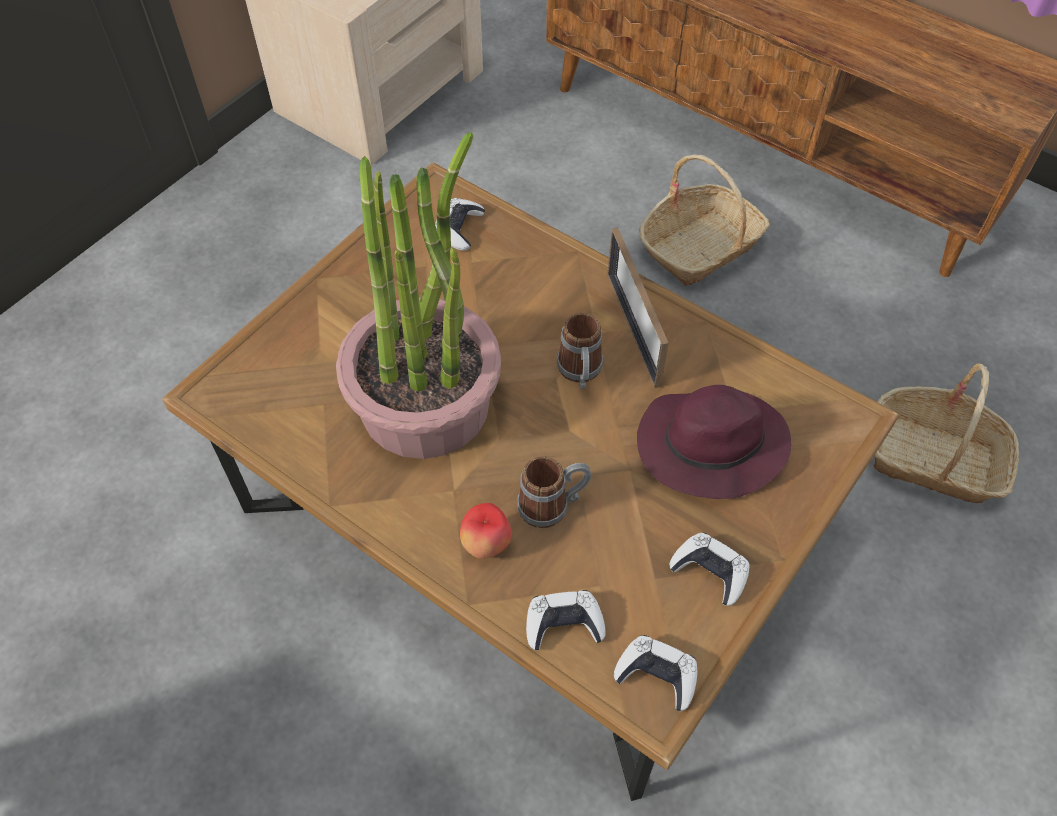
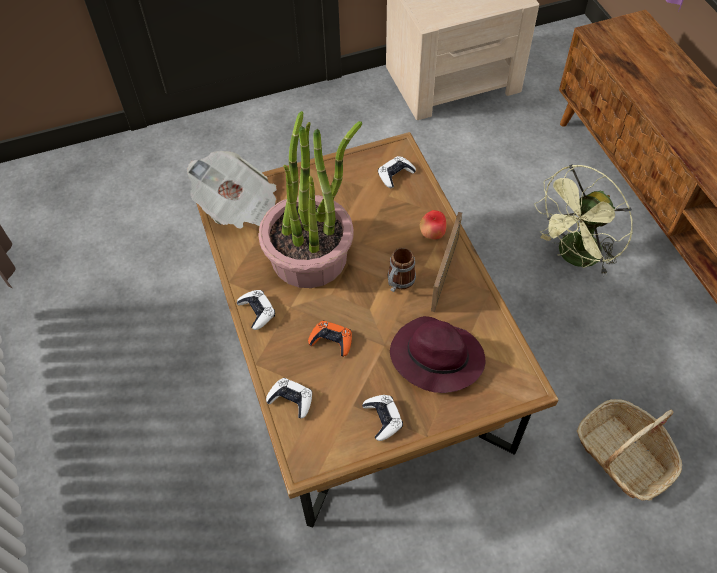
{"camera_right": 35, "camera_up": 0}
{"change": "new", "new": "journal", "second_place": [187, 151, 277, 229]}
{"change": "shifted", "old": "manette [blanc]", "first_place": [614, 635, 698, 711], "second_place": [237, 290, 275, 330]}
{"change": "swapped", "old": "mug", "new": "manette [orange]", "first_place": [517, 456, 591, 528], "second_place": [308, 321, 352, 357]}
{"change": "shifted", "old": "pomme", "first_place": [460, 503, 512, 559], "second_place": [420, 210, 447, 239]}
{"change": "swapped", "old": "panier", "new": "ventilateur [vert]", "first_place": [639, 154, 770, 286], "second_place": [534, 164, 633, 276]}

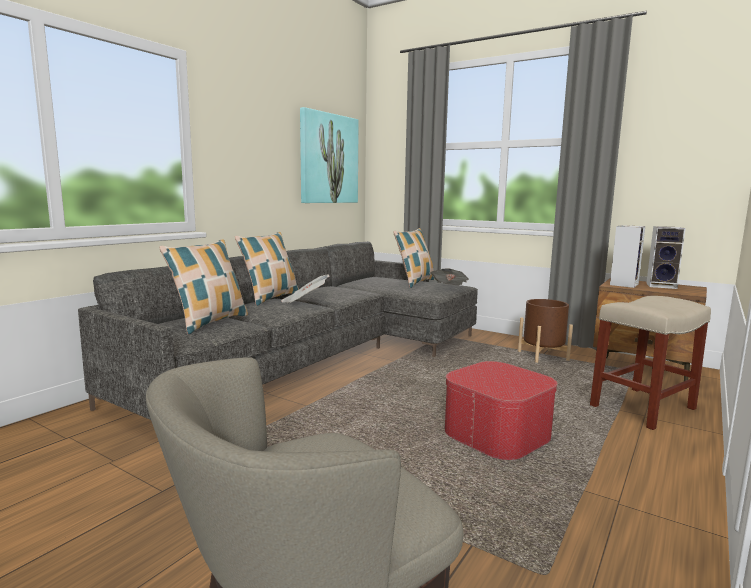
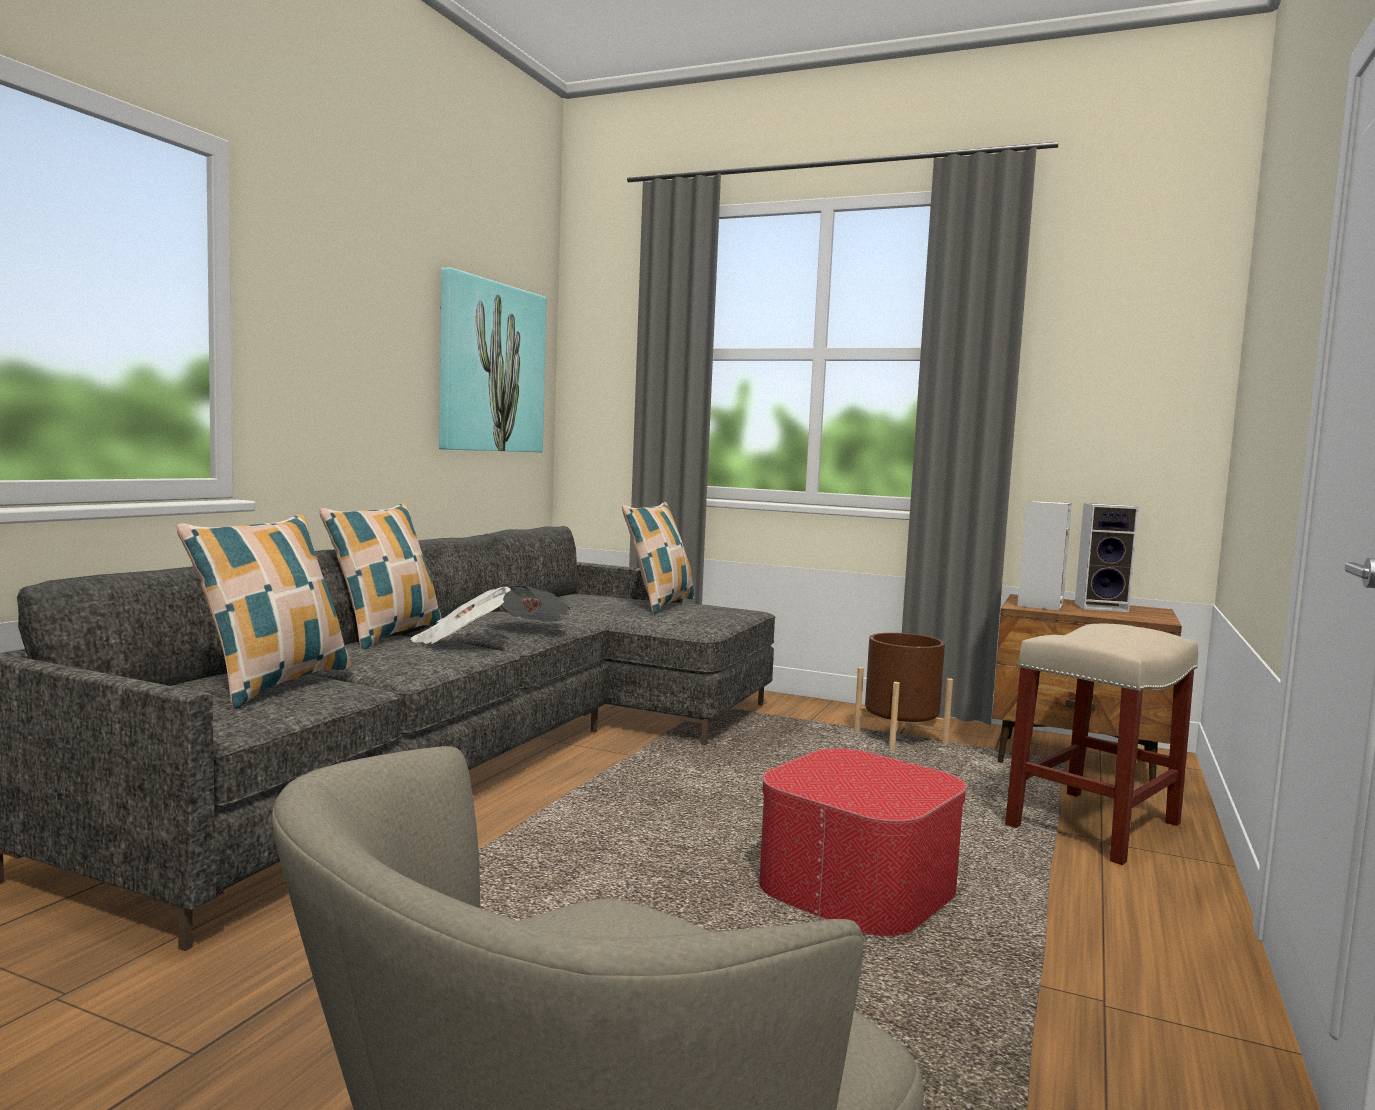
{"camera_right": -10, "camera_up": -5}
{"change": "shifted", "old": "journal", "first_place": [430, 268, 469, 285], "second_place": [499, 585, 571, 622]}

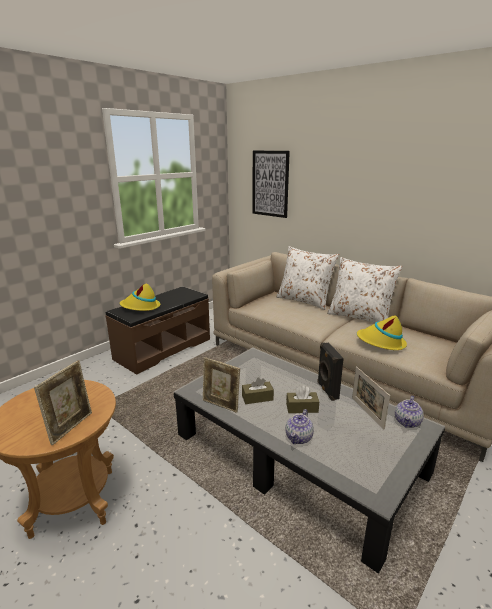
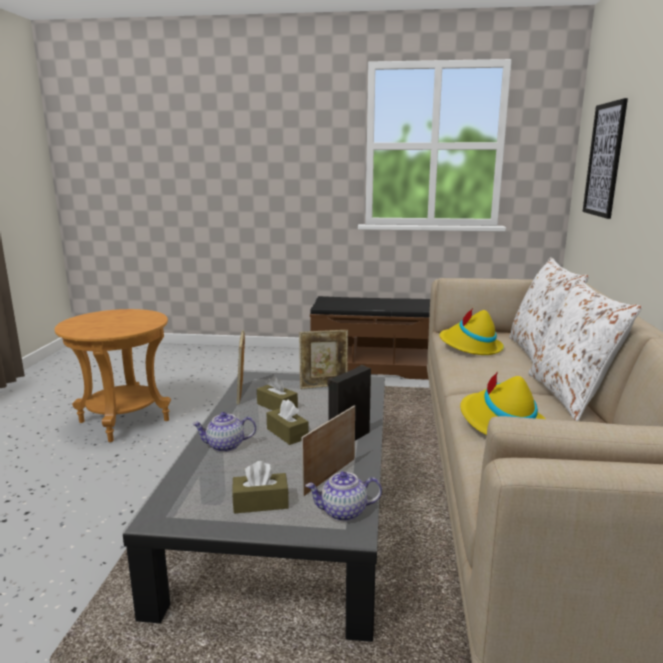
{"camera_right": 55, "camera_up": -5}
{"change": "new", "new": "boîte à mouchoirs [marron]", "second_place": [232, 461, 289, 514]}
{"change": "shifted", "old": "cadre photo", "first_place": [34, 360, 92, 445], "second_place": [299, 330, 348, 389]}
{"change": "shifted", "old": "chapeau [jaune]", "first_place": [120, 284, 160, 311], "second_place": [439, 308, 504, 355]}

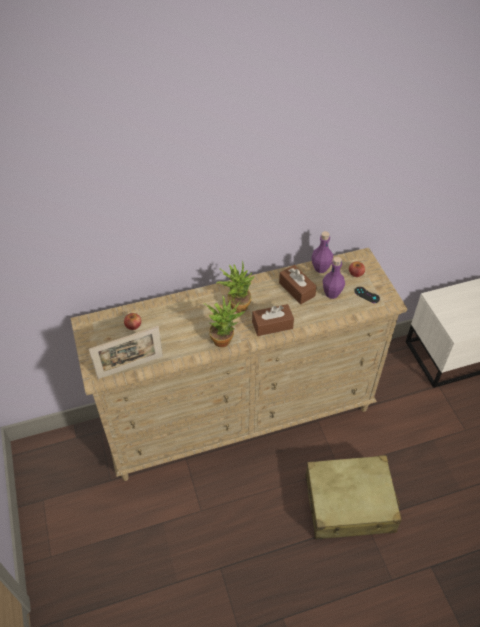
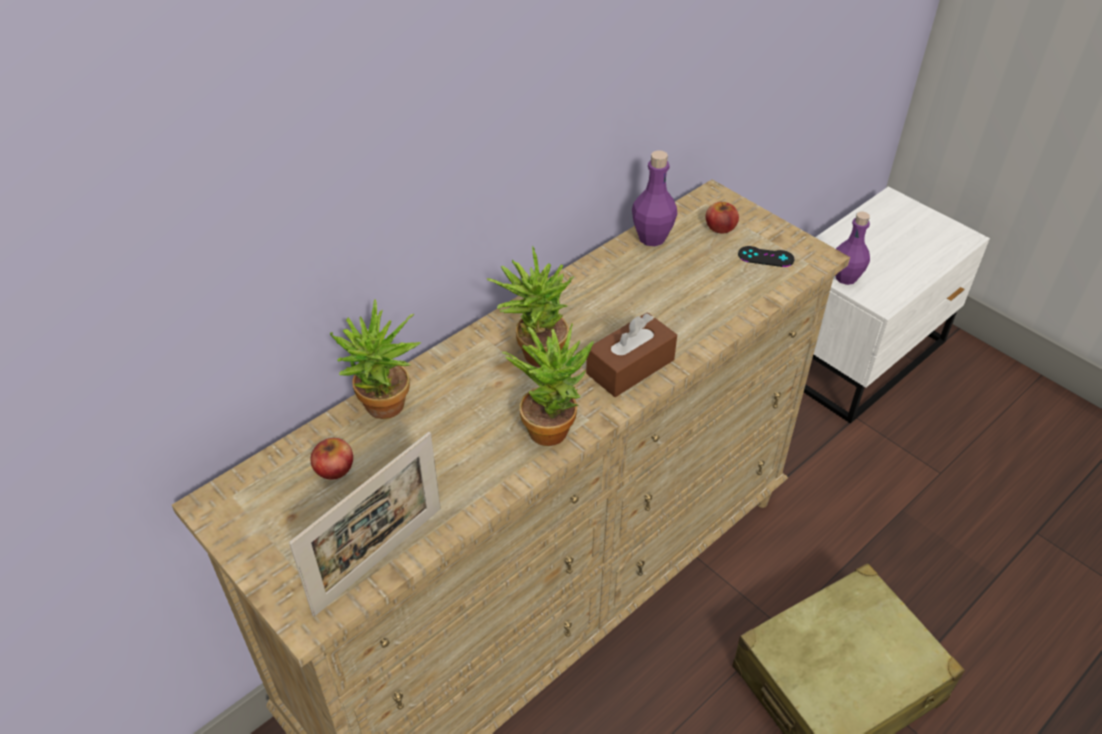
{"camera_right": -25, "camera_up": -5}
{"change": "new", "new": "plante en pot", "second_place": [330, 299, 422, 419]}
{"change": "shifted", "old": "bouteille [violet]", "first_place": [323, 257, 345, 299], "second_place": [835, 211, 870, 285]}
{"change": "gone", "old": "boîte à mouchoirs [marron]", "first_place": [279, 265, 317, 304]}

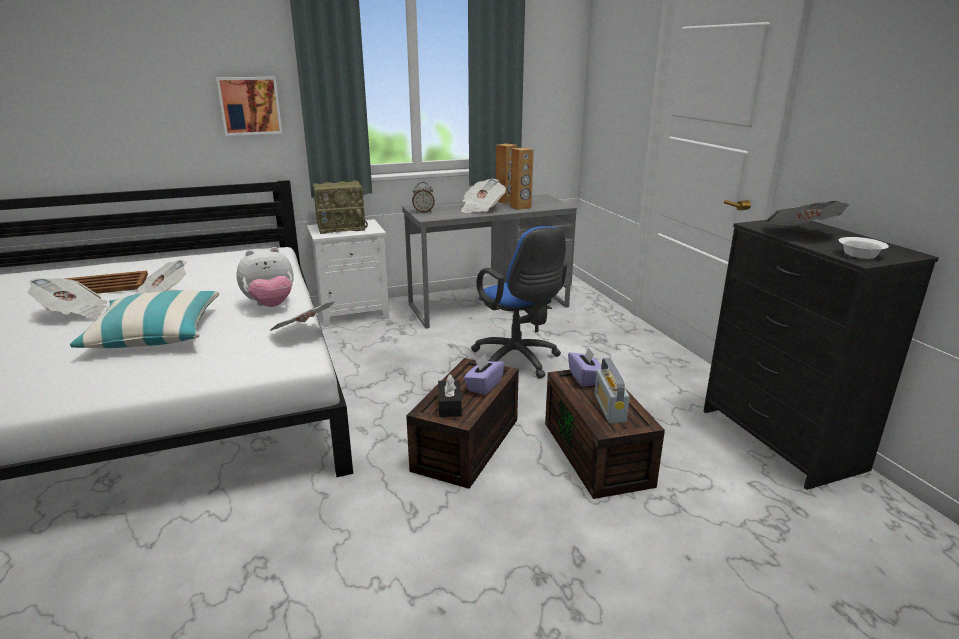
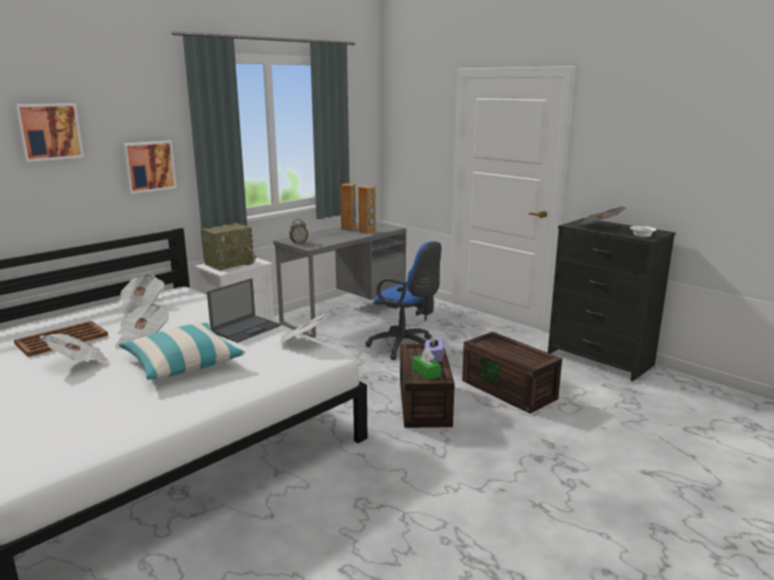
{"camera_right": -25, "camera_up": -5}
{"change": "new", "new": "tableau", "second_place": [14, 103, 84, 162]}
{"change": "shifted", "old": "journal", "first_place": [461, 179, 506, 213], "second_place": [119, 274, 164, 313]}
{"change": "swapped", "old": "peluche", "new": "ordinateur portable", "first_place": [236, 247, 294, 307], "second_place": [207, 278, 281, 343]}
{"change": "repainted", "old": "boîte à mouchoirs [noir]", "new": "boîte à mouchoirs [vert]", "first_place": [438, 374, 462, 417], "second_place": [412, 349, 441, 380]}
{"change": "gone", "old": "boîte à mouchoirs [violet]", "first_place": [568, 347, 601, 387]}
{"change": "gone", "old": "radio", "first_place": [595, 358, 629, 423]}

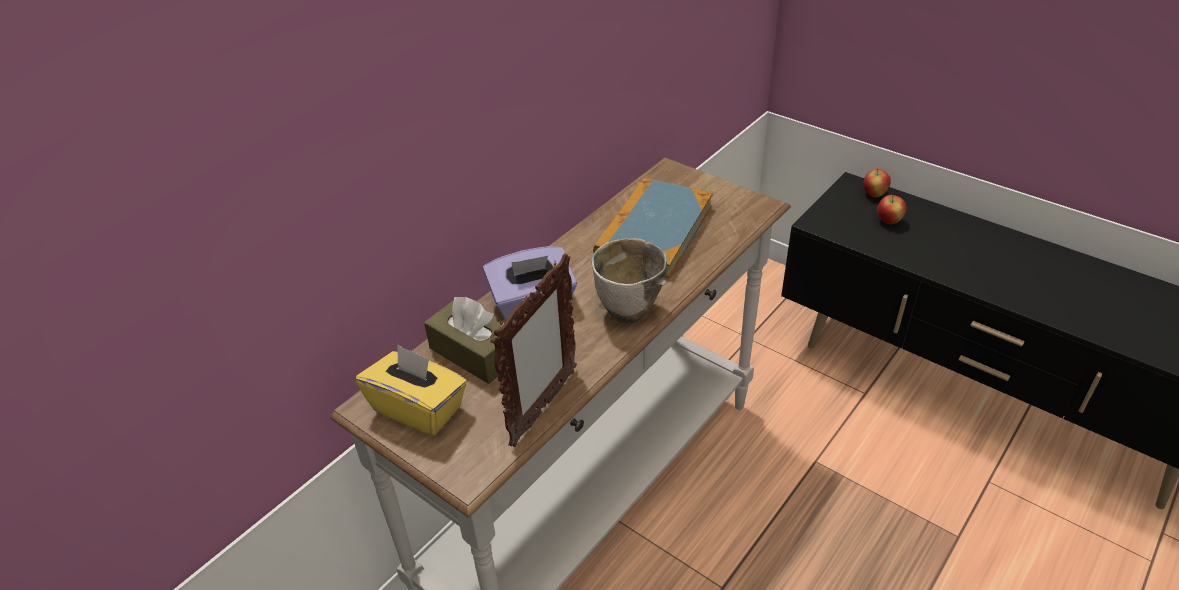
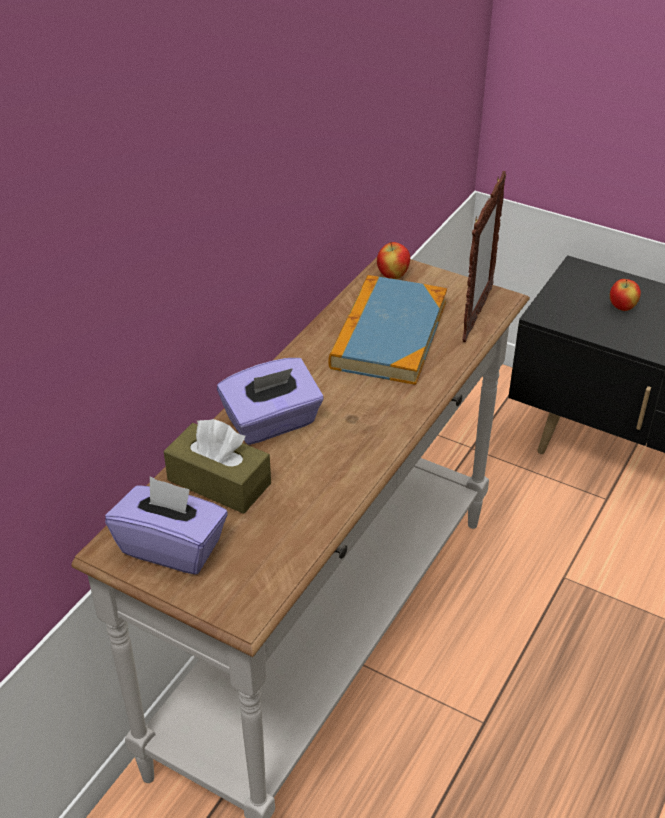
{"camera_right": -10, "camera_up": 0}
{"change": "repainted", "old": "boîte à mouchoirs [jaune]", "new": "boîte à mouchoirs [violet]", "first_place": [356, 344, 467, 436], "second_place": [105, 476, 228, 575]}
{"change": "shifted", "old": "pomme", "first_place": [863, 169, 891, 197], "second_place": [377, 242, 410, 279]}
{"change": "shifted", "old": "cadre photo", "first_place": [490, 253, 577, 447], "second_place": [462, 171, 506, 343]}
{"change": "gone", "old": "bol", "first_place": [591, 238, 667, 323]}

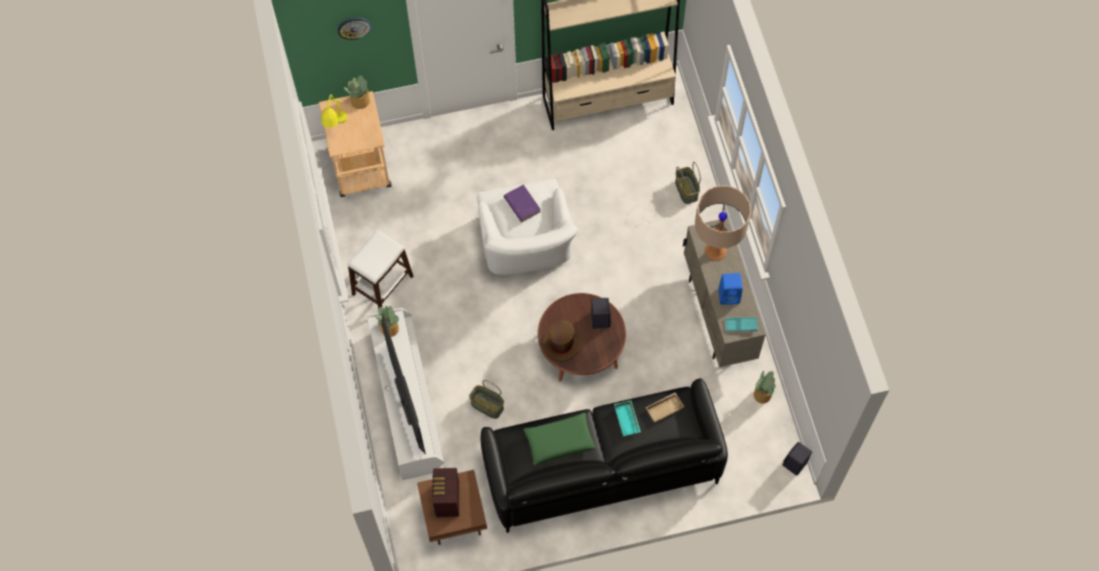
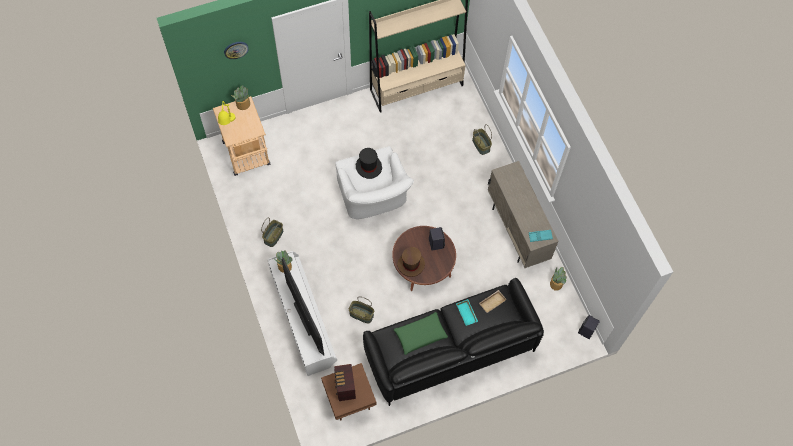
{"camera_right": -10, "camera_up": 0}
{"change": "swapped", "old": "tabouret [blanc]", "new": "panier", "first_place": [348, 230, 413, 309], "second_place": [261, 217, 283, 247]}
{"change": "swapped", "old": "livre [violet]", "new": "chapeau [noir]", "first_place": [503, 184, 541, 222], "second_place": [356, 148, 382, 179]}
{"change": "gone", "old": "lampe de table [beige]", "first_place": [695, 186, 751, 261]}
{"change": "gone", "old": "enceinte [bleu]", "first_place": [718, 273, 743, 305]}

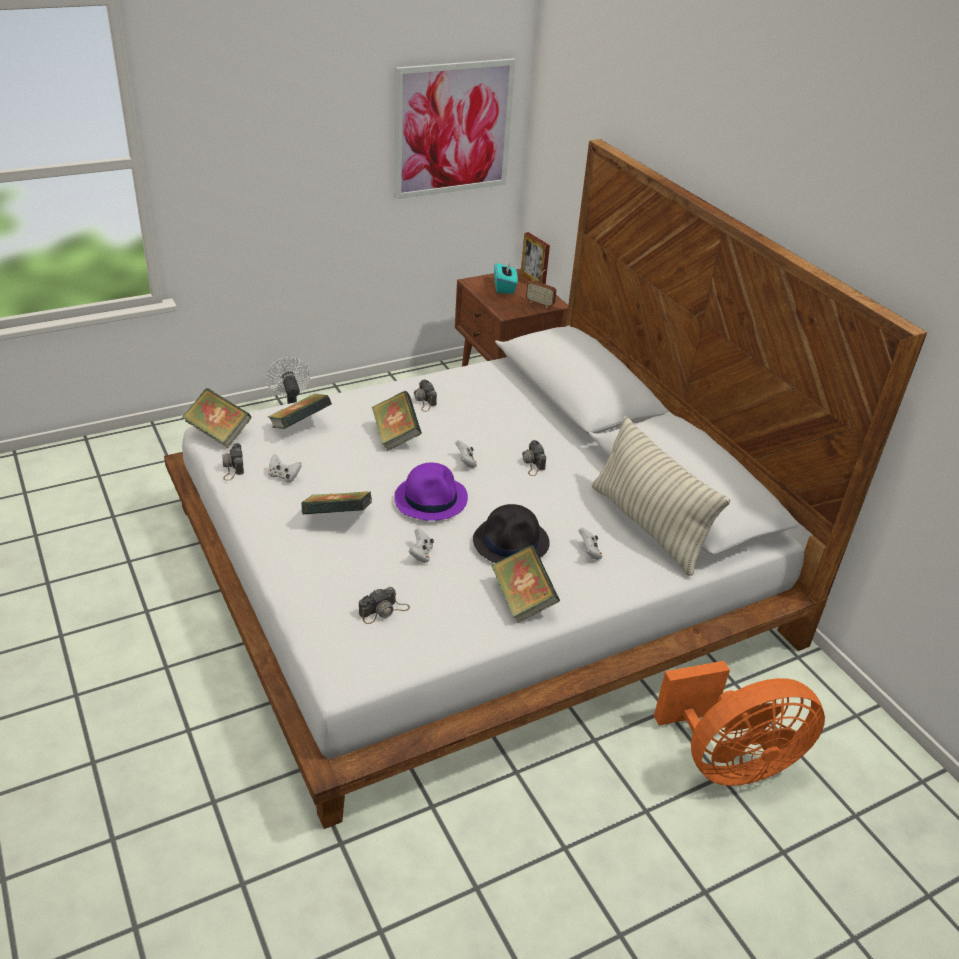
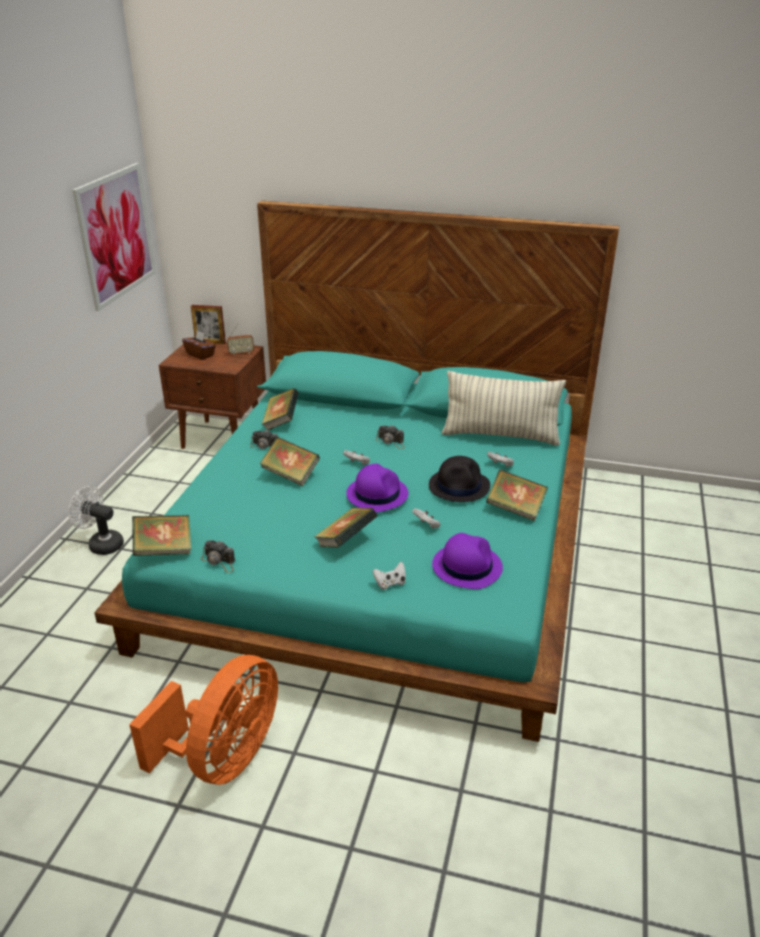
{"camera_right": -45, "camera_up": -5}
{"change": "repainted", "old": "lit [blanc]", "new": "lit [turquoise]", "first_place": [164, 139, 927, 829], "second_place": [94, 201, 619, 742]}
{"change": "shifted", "old": "ventilateur [orange]", "first_place": [654, 661, 825, 786], "second_place": [129, 655, 278, 785]}
{"change": "repainted", "old": "boîte à mouchoirs [turquoise]", "new": "boîte à mouchoirs [marron]", "first_place": [494, 260, 518, 294], "second_place": [182, 331, 216, 360]}
{"change": "shifted", "old": "livre", "first_place": [268, 394, 332, 429], "second_place": [262, 388, 299, 431]}
{"change": "shifted", "old": "manette [blanc]", "first_place": [269, 454, 302, 483], "second_place": [373, 562, 406, 590]}
{"change": "swapped", "old": "appareil photo", "new": "chapeau [violet]", "first_place": [359, 587, 410, 624], "second_place": [432, 533, 503, 589]}

